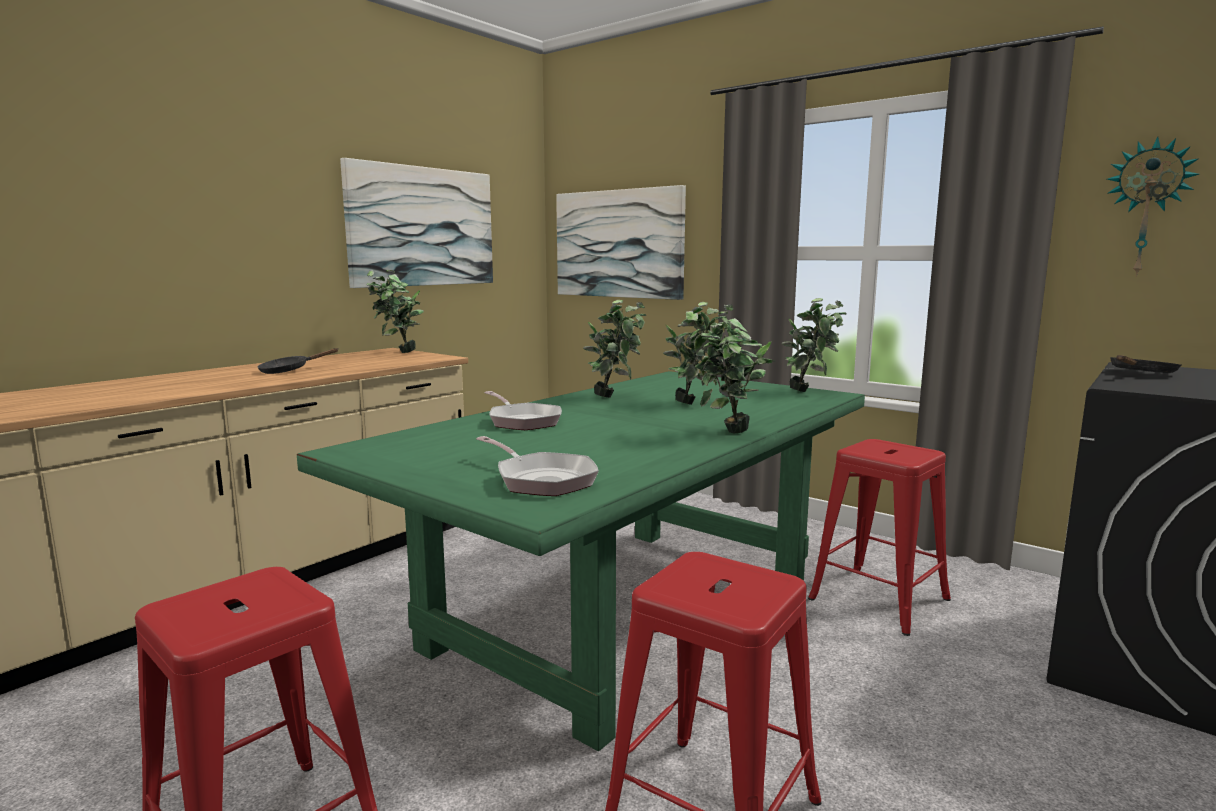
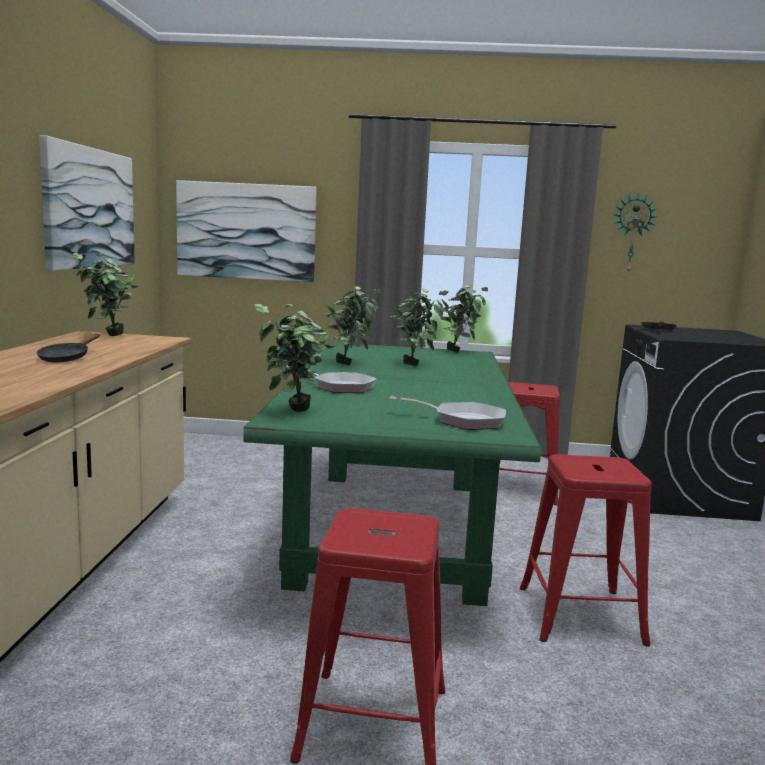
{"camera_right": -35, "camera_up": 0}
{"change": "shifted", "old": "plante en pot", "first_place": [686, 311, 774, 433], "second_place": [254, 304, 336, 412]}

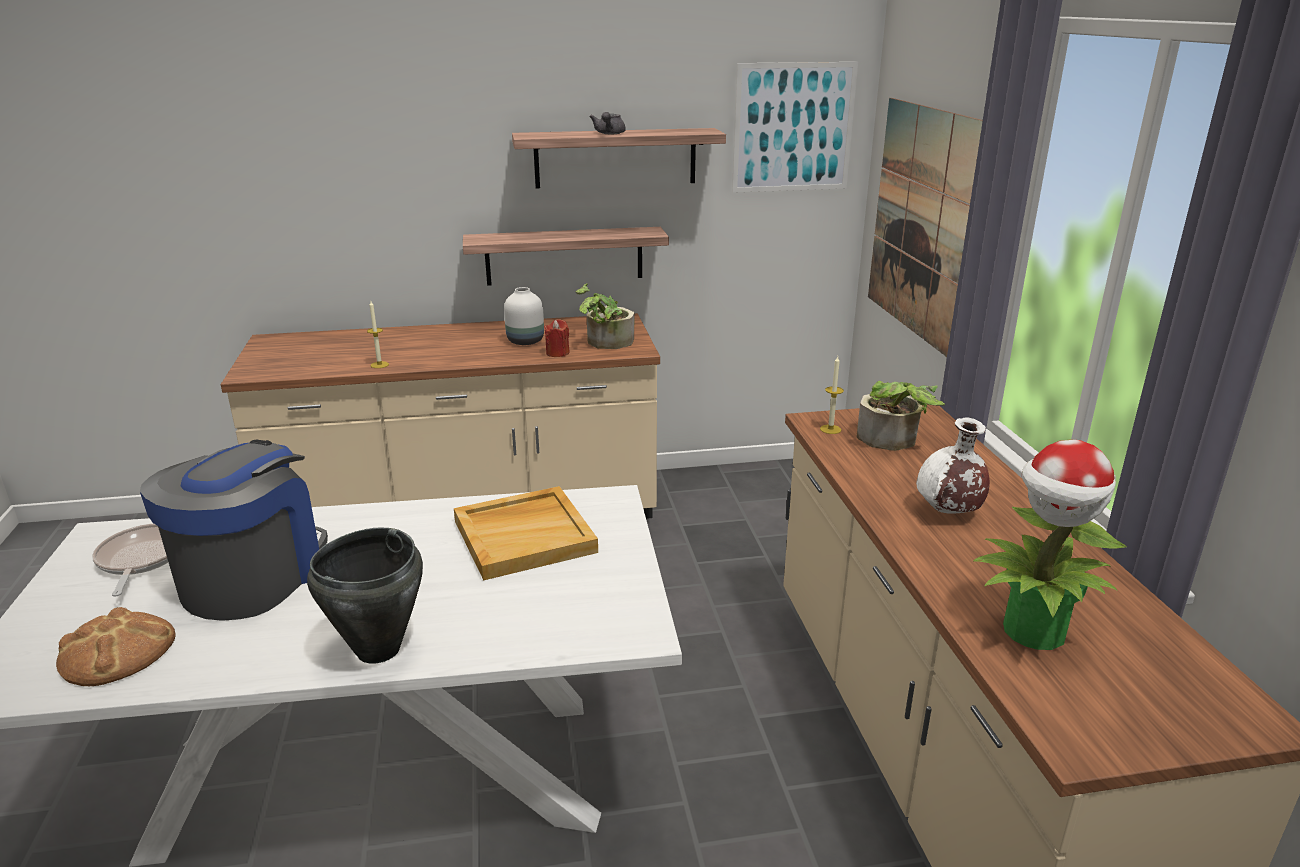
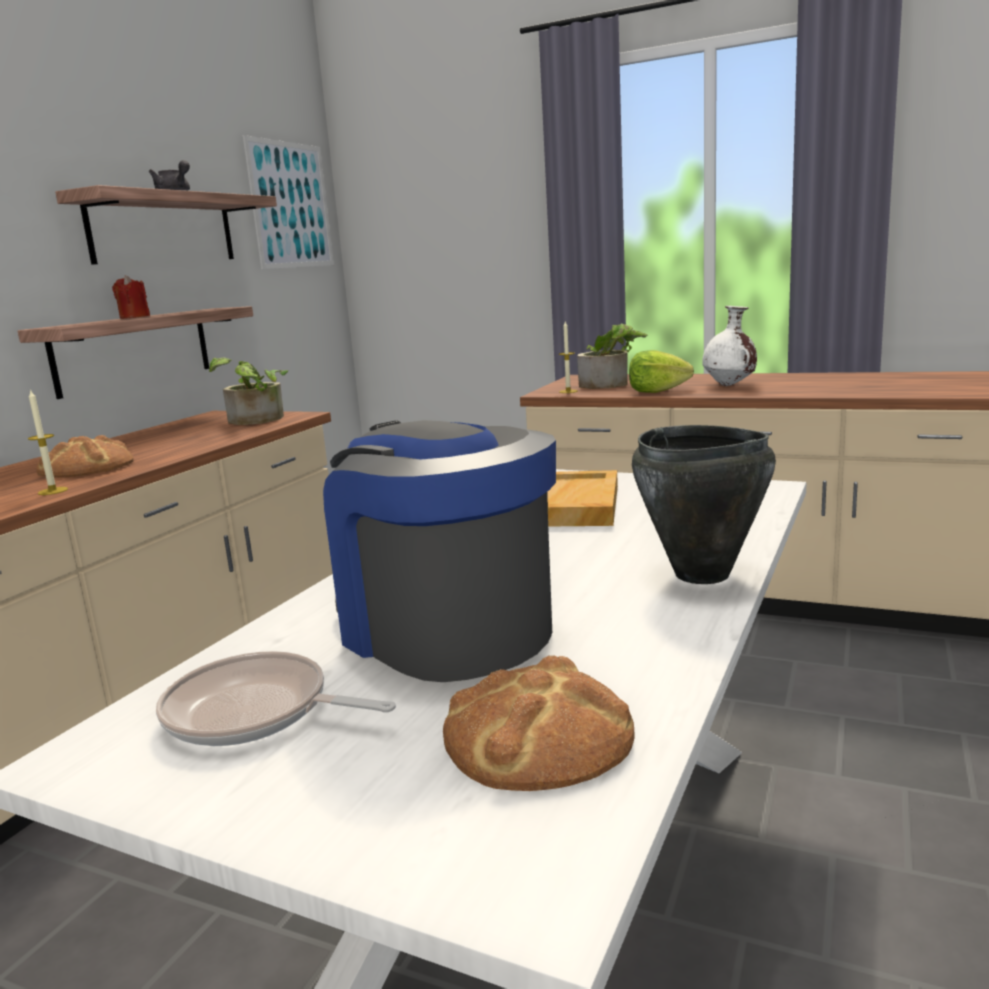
{"camera_right": -55, "camera_up": -10}
{"change": "new", "new": "pain", "second_place": [36, 435, 134, 478]}
{"change": "shifted", "old": "bougie [rouge]", "first_place": [544, 319, 570, 357], "second_place": [112, 275, 150, 319]}
{"change": "new", "new": "laitue", "second_place": [629, 350, 694, 393]}
{"change": "gone", "old": "vase [blanc]", "first_place": [504, 287, 544, 345]}
{"change": "gone", "old": "tableau", "first_place": [868, 98, 983, 357]}
{"change": "gone", "old": "plante en pot", "first_place": [973, 439, 1127, 650]}

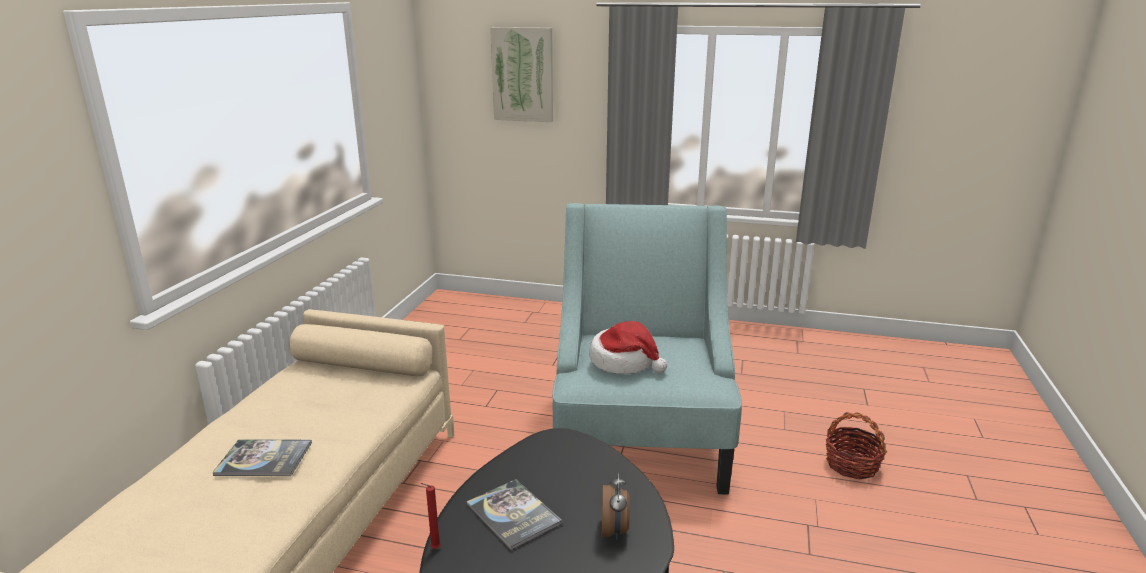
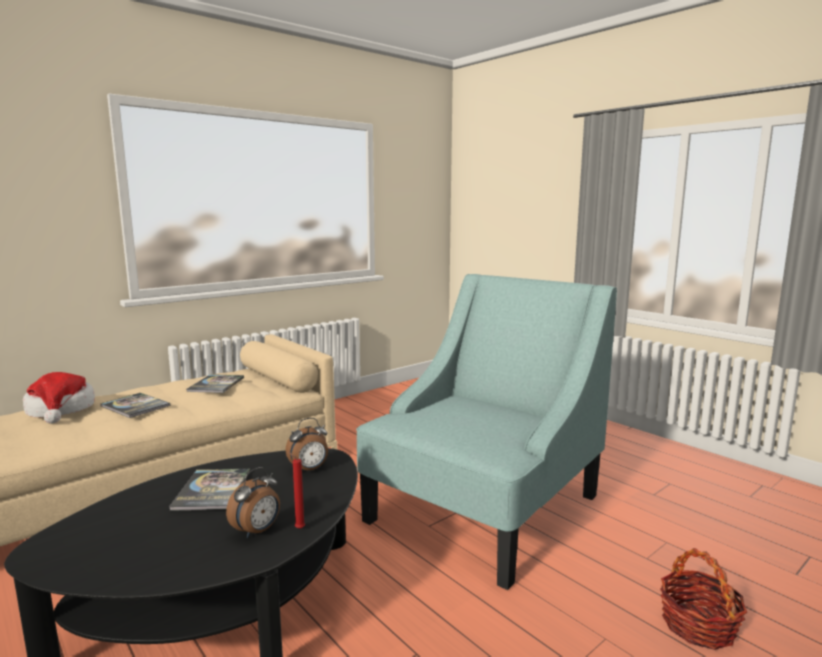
{"camera_right": 35, "camera_up": -10}
{"change": "shifted", "old": "chapeau", "first_place": [589, 321, 667, 374], "second_place": [23, 372, 95, 424]}
{"change": "new", "new": "livre", "second_place": [187, 374, 244, 393]}
{"change": "new", "new": "réveil", "second_place": [285, 418, 328, 470]}
{"change": "shifted", "old": "bougie [rouge]", "first_place": [421, 483, 441, 549], "second_place": [288, 452, 305, 529]}
{"change": "gone", "old": "tableau", "first_place": [490, 27, 553, 122]}

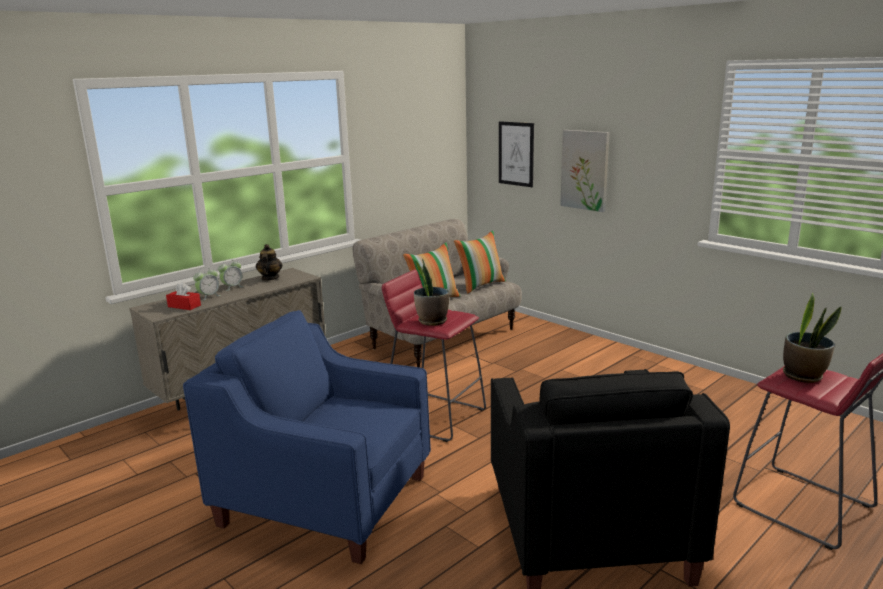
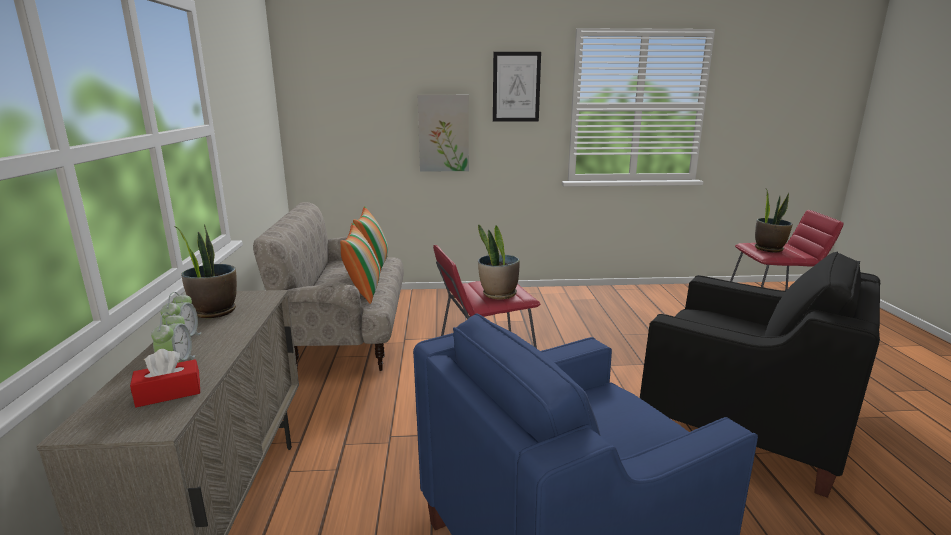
{"camera_right": -50, "camera_up": 0}
{"change": "swapped", "old": "théière", "new": "plante en pot", "first_place": [256, 244, 283, 281], "second_place": [175, 224, 237, 318]}
{"change": "shifted", "old": "tableau", "first_place": [499, 122, 534, 187], "second_place": [493, 52, 541, 122]}

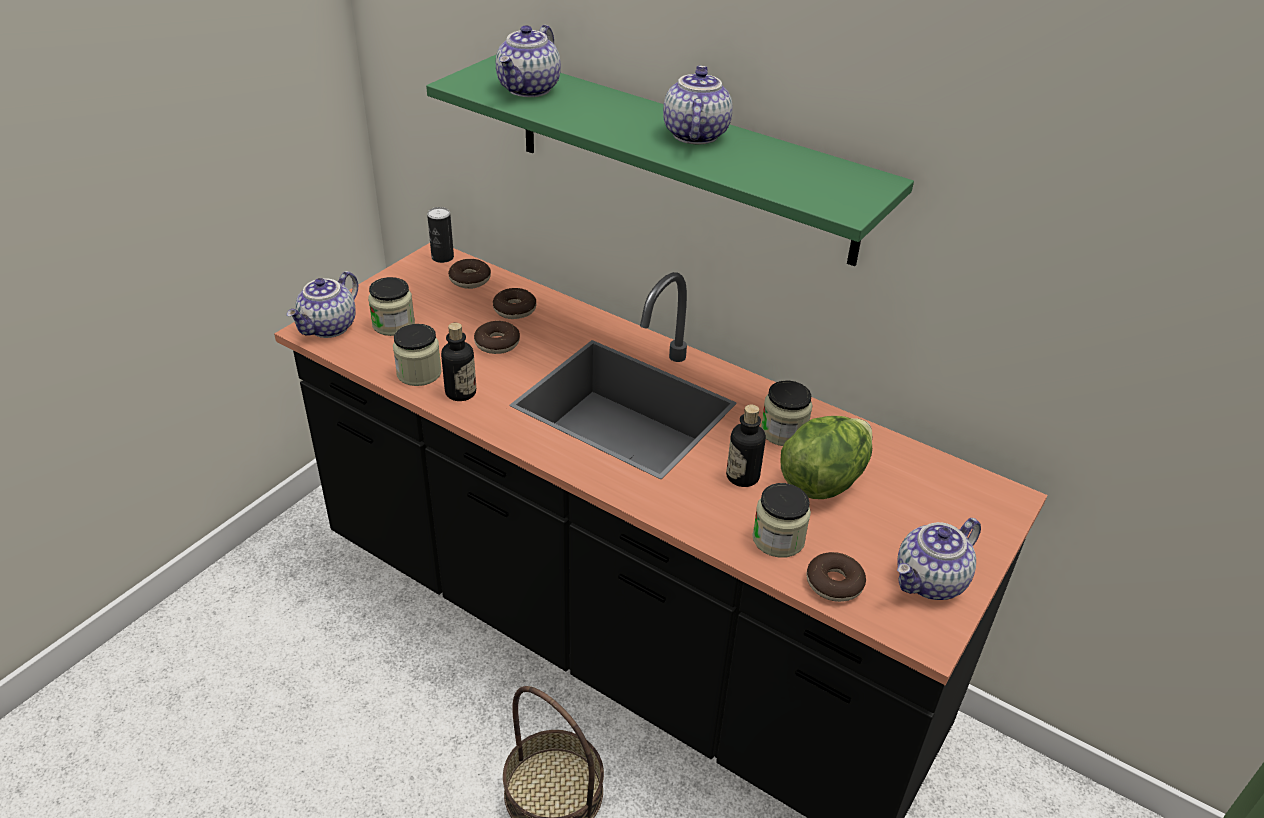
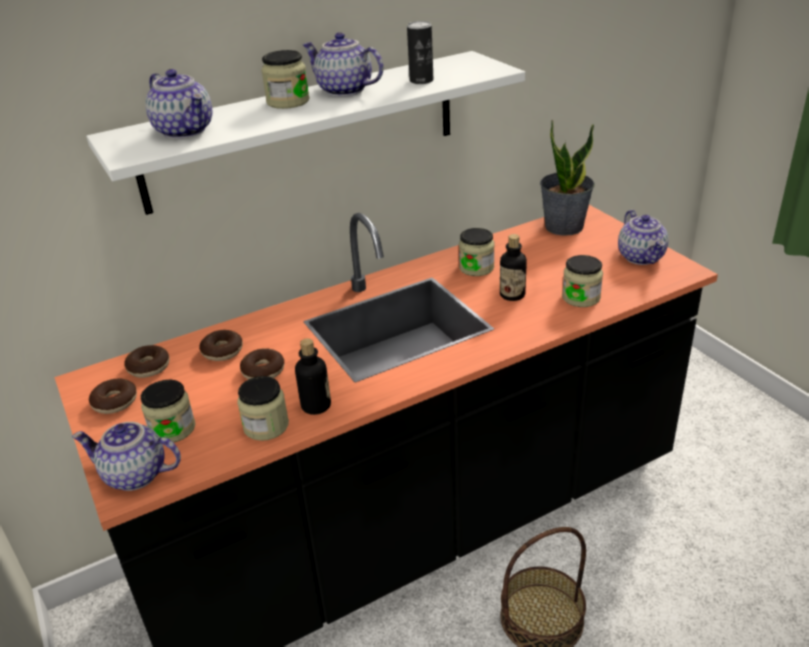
{"camera_right": -60, "camera_up": -5}
{"change": "rotated", "old": "théière", "first_place": [287, 271, 358, 338], "second_place": [72, 422, 181, 491], "degrees": 135}
{"change": "repainted", "old": "étagère [vert]", "new": "étagère [blanc]", "first_place": [426, 55, 914, 266], "second_place": [86, 51, 525, 215]}
{"change": "shifted", "old": "beignet", "first_place": [807, 552, 866, 602], "second_place": [89, 379, 137, 414]}
{"change": "new", "new": "bocal", "second_place": [261, 50, 309, 109]}
{"change": "shifted", "old": "boîte métallique", "first_place": [427, 207, 454, 263], "second_place": [407, 21, 434, 84]}
{"change": "new", "new": "plante en pot", "second_place": [540, 119, 595, 236]}
{"change": "gone", "old": "laitue", "first_place": [781, 416, 872, 499]}

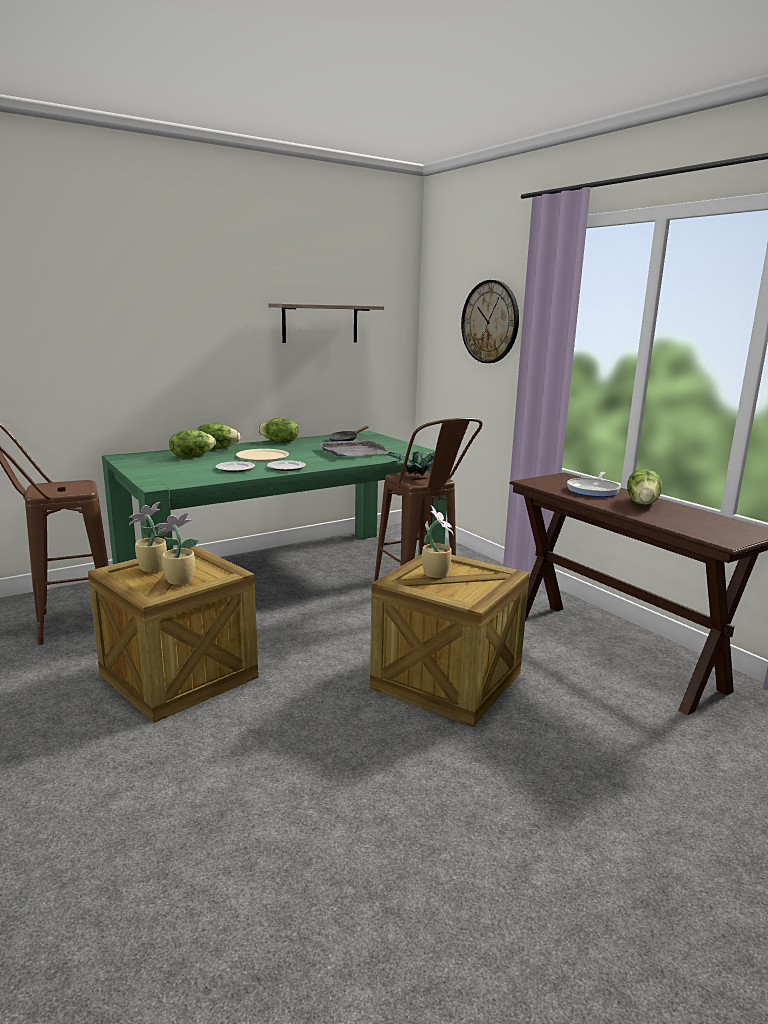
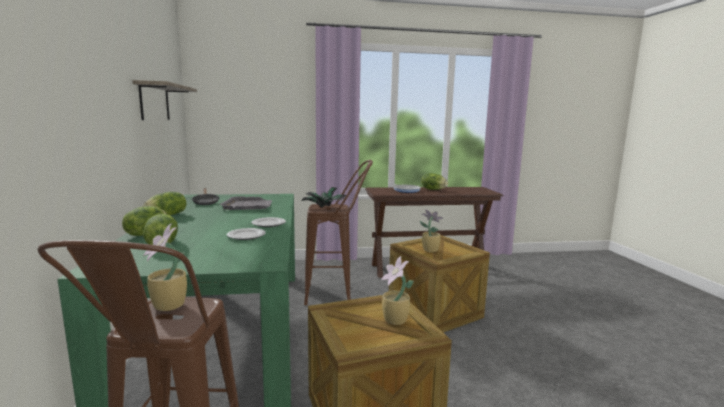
{"camera_right": -65, "camera_up": -5}
{"change": "shifted", "old": "plante en pot", "first_place": [129, 502, 169, 572], "second_place": [143, 223, 187, 311]}
{"change": "gone", "old": "assiette [beige]", "first_place": [236, 449, 289, 461]}
{"change": "gone", "old": "horloge murale", "first_place": [461, 280, 519, 363]}

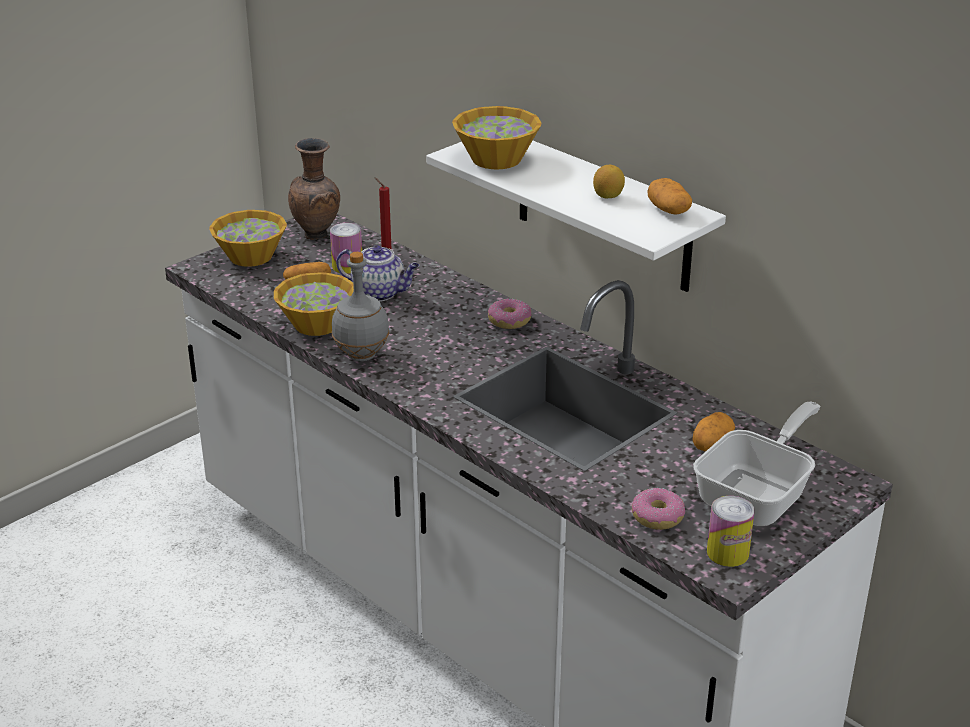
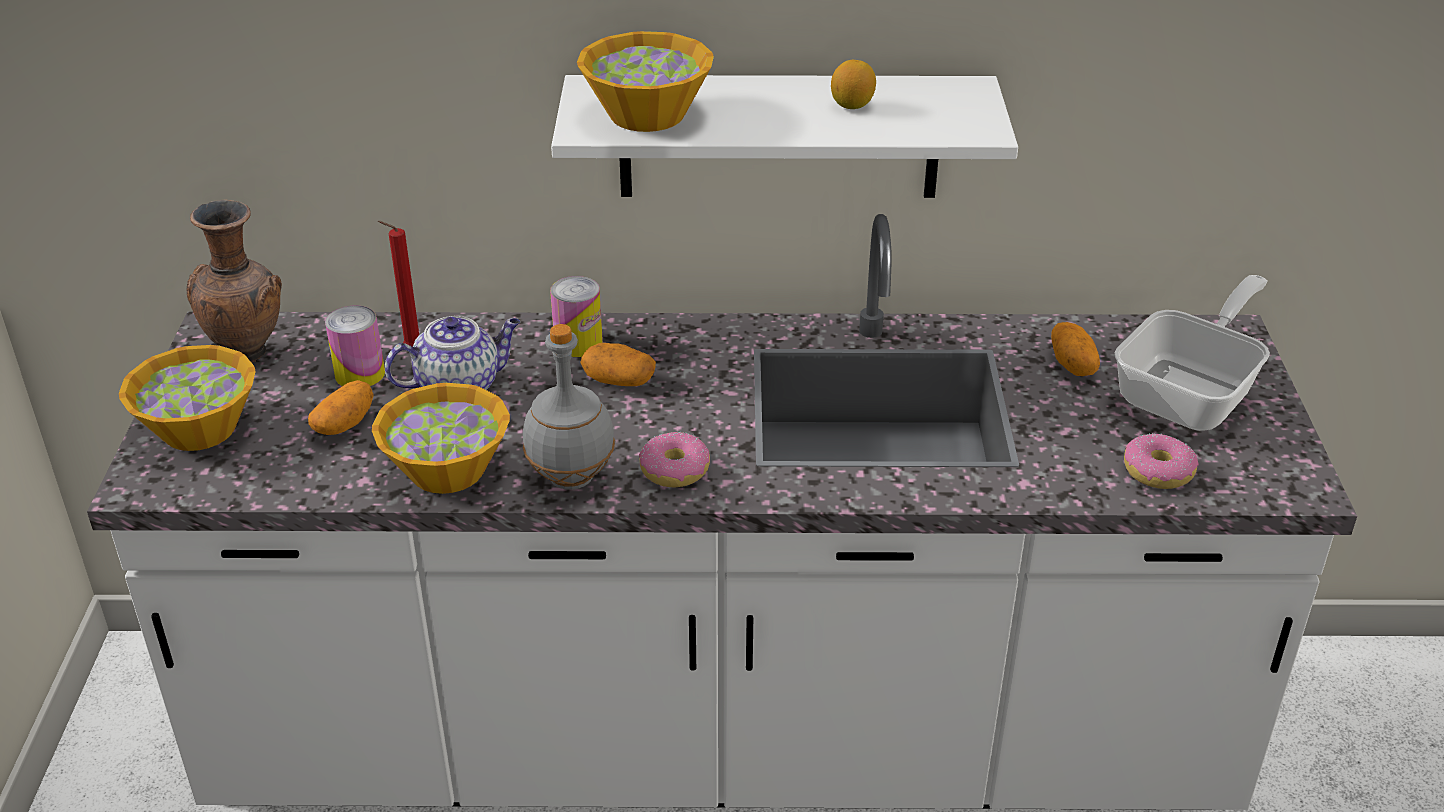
{"camera_right": -45, "camera_up": 5}
{"change": "shifted", "old": "boîte métallique", "first_place": [707, 496, 755, 567], "second_place": [550, 276, 603, 357]}
{"change": "shifted", "old": "pomme de terre", "first_place": [647, 178, 692, 214], "second_place": [580, 343, 656, 386]}
{"change": "shifted", "old": "beignet", "first_place": [488, 299, 532, 329], "second_place": [639, 432, 710, 487]}
{"change": "rotated", "old": "poêle", "first_place": [693, 402, 820, 526], "second_place": [1115, 275, 1270, 431], "degrees": 45}

